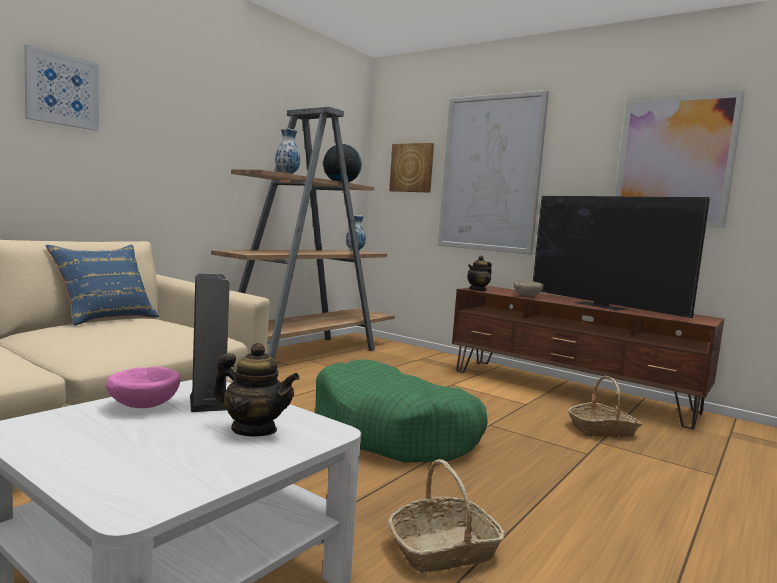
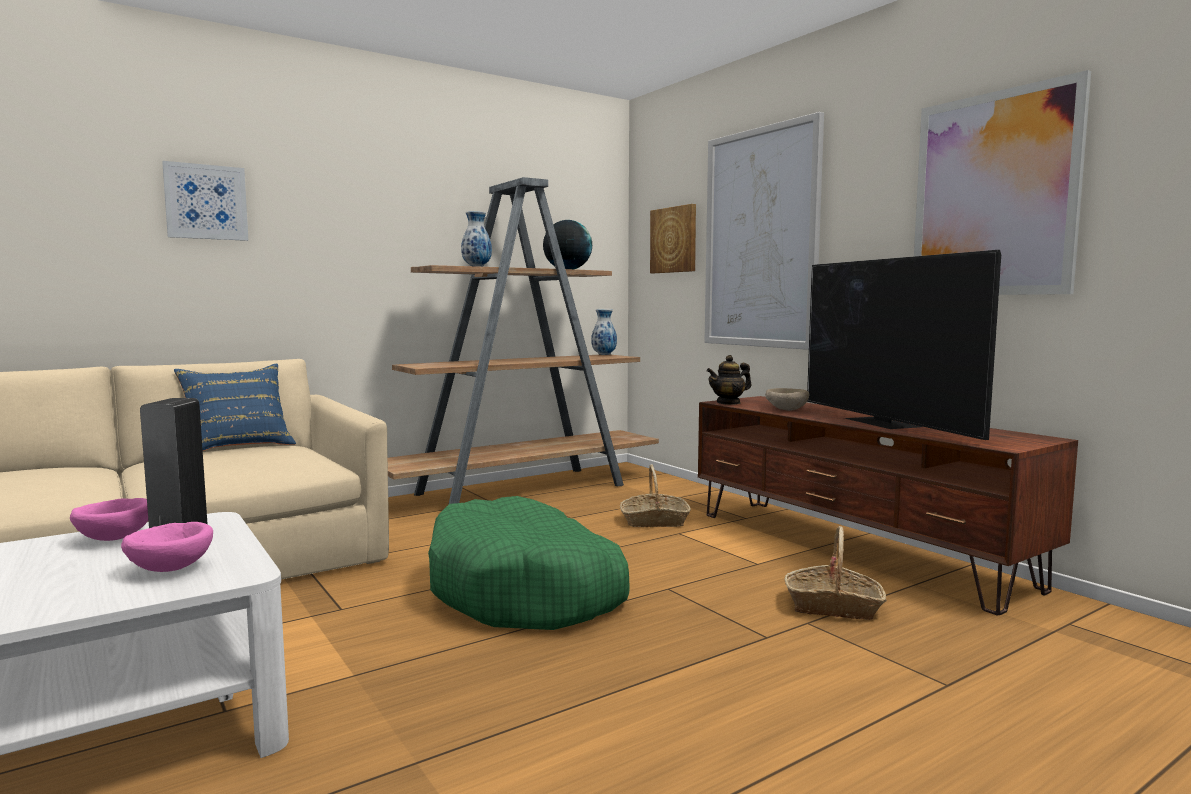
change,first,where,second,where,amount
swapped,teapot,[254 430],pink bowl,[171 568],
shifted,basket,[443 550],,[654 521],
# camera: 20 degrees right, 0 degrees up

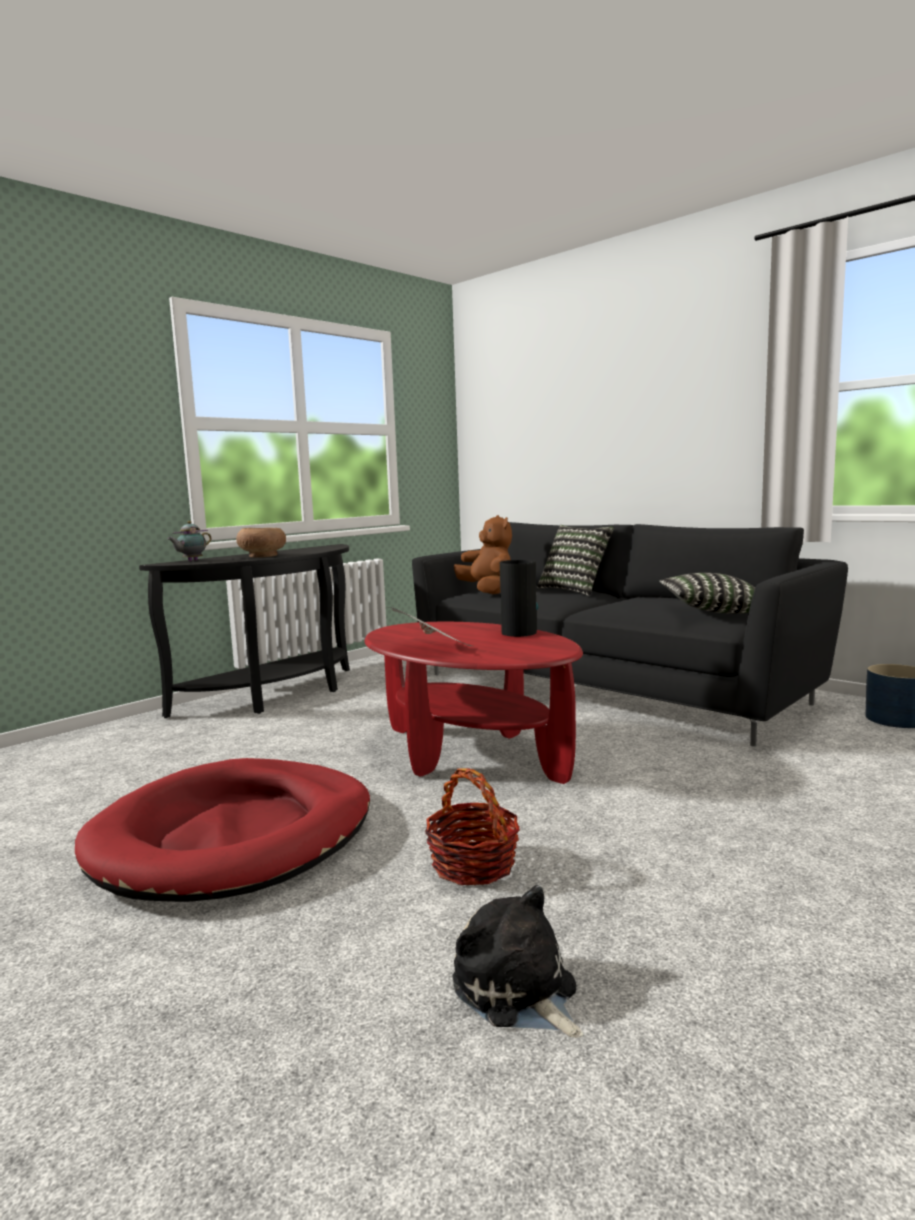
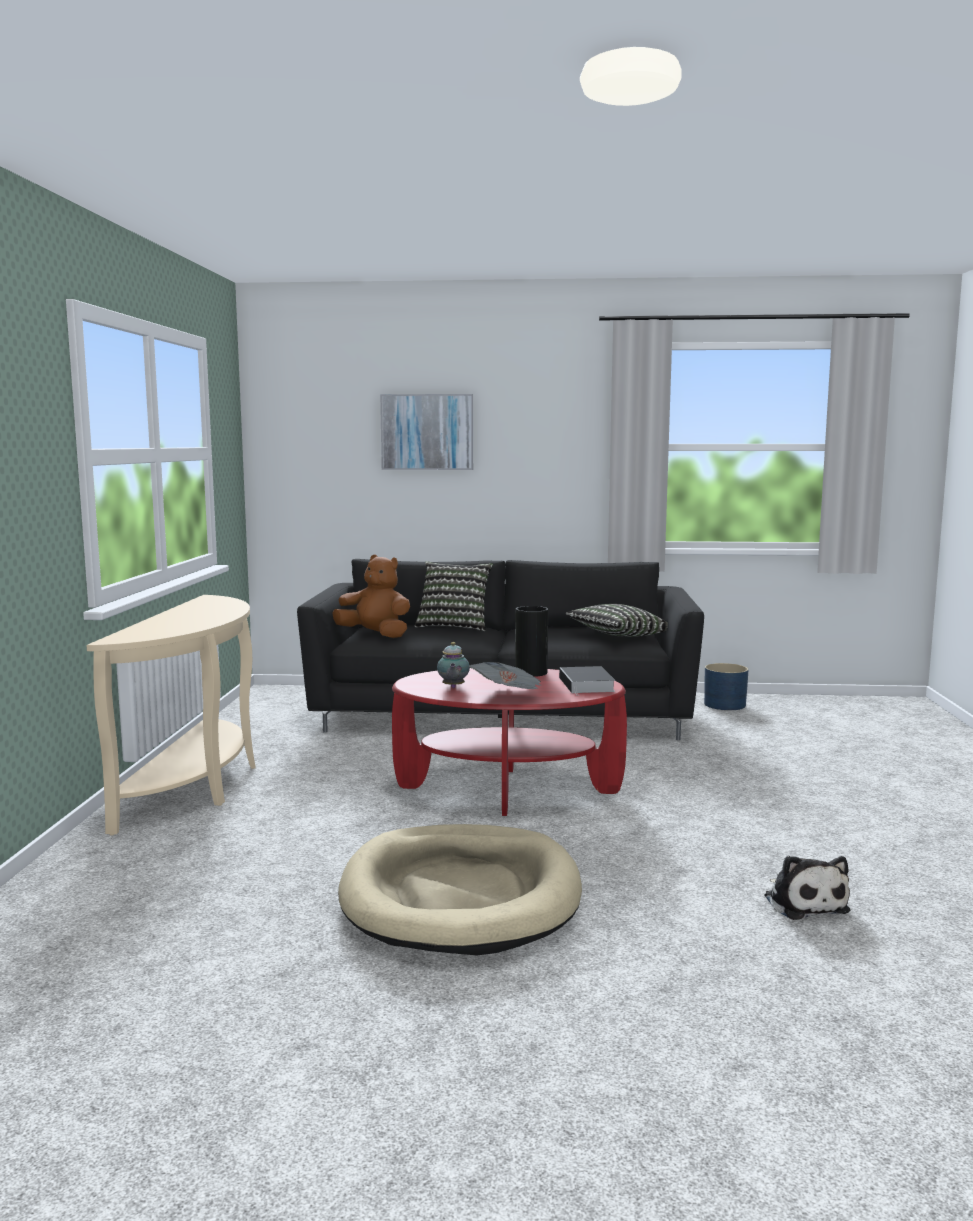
change,first,where,second,where,amount
repainted,red dog bed,[235 836],beige dog bed,[460 896],
repainted,black console table,[278 696],beige console table,[198 785],
shifted,teapot,[191 561],,[453 687],
gone,brown bowl,[263 556],,,
gone,basket,[473 865],,,
rotated,plush toy,[518 991],,[804 902],120 degrees counterclockwise
new,,,picture,[427 432],
new,,,book,[587 685],
# camera: 40 degrees left, 0 degrees up

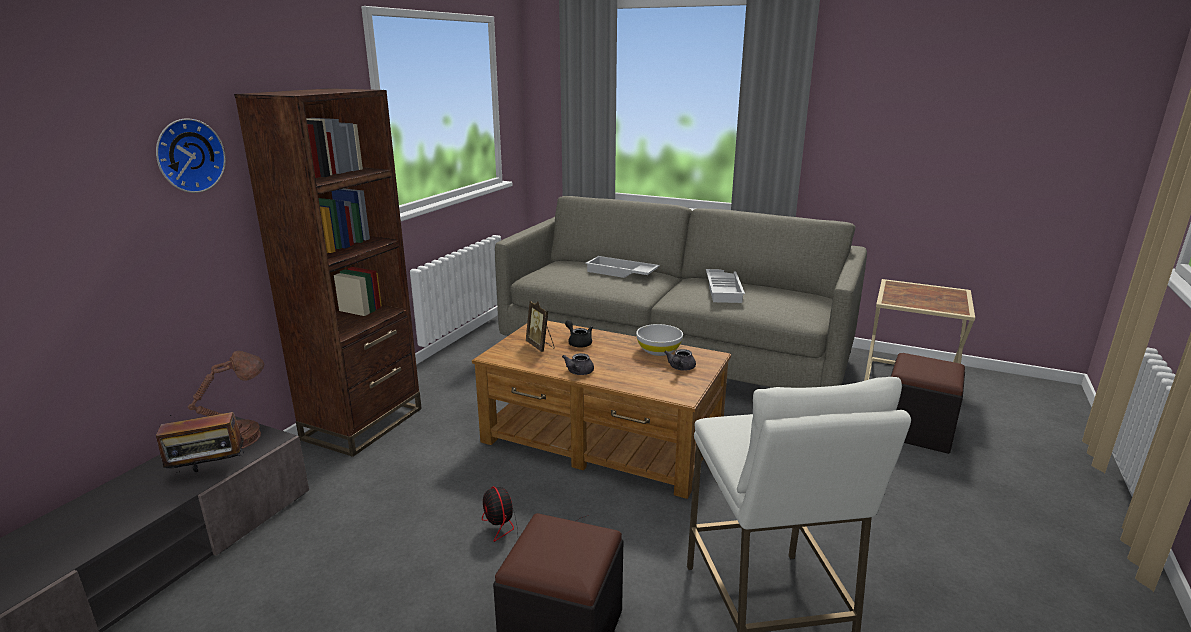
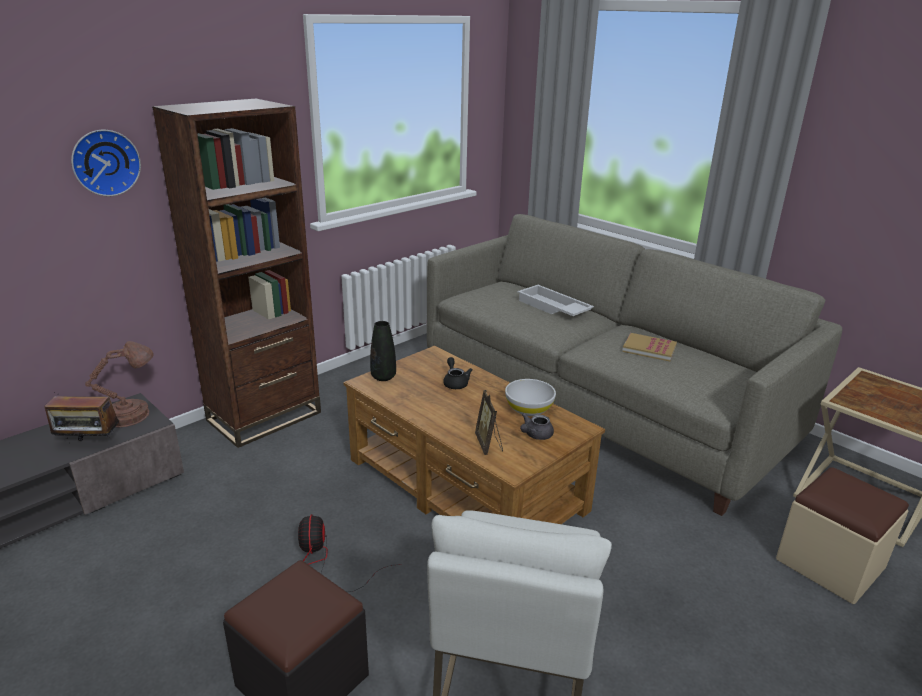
change,first,where,second,where,amount
shifted,picture frame,[540 346],,[489 444],
gone,grey teapot,[578 372],,,
swapped,white tray,[724 290],book,[649 349],
repainted,black ottoman,[916 430],beige ottoman,[830 563],
new,,,black vase,[383 377],
# camera: 20 degrees right, 5 degrees up

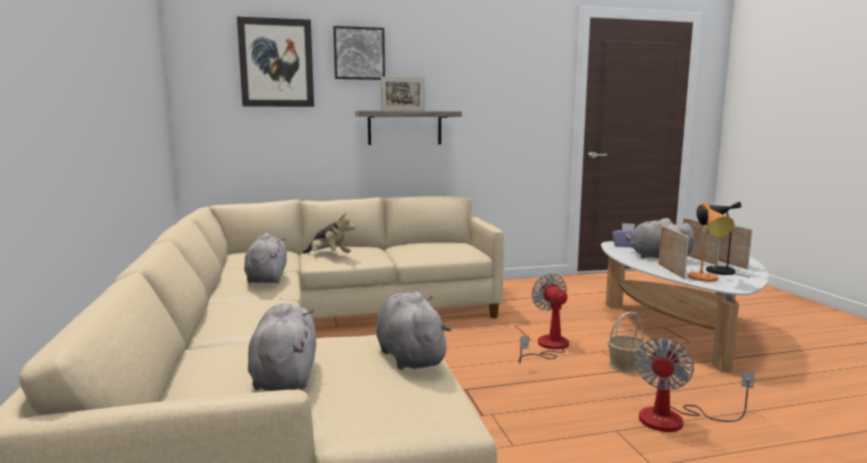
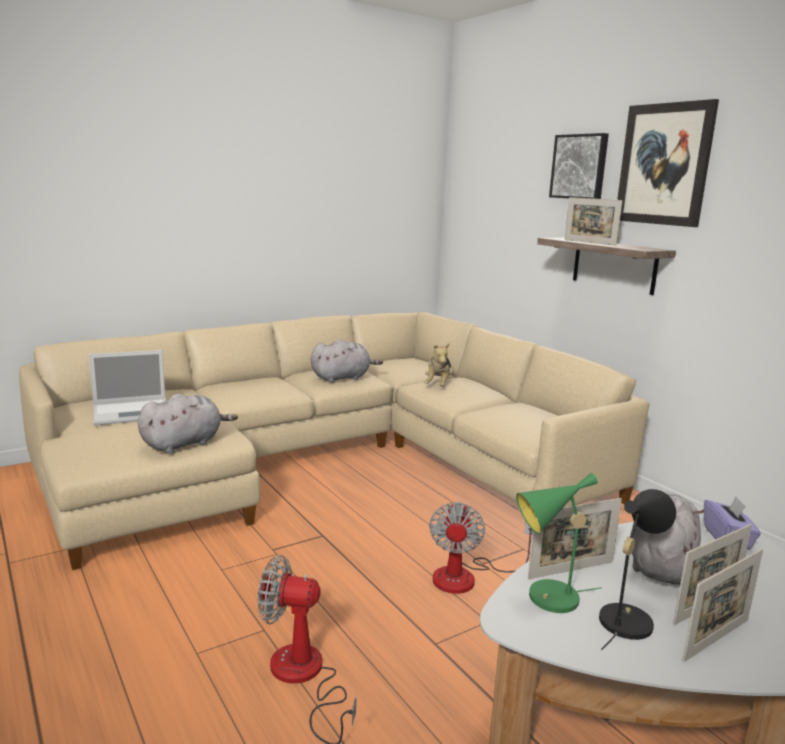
change,first,where,second,where,amount
shifted,picture,[276 63],,[664 164],
swapped,grey plush toy,[285 375],laptop,[133 412],
rotated,fan,[548 347],,[467 577],135 degrees clockwise
gone,basket,[626 366],,,
repainted,orange table lamp,[706 279],green table lamp,[547 600],
# camera: 70 degrees right, 5 degrees up

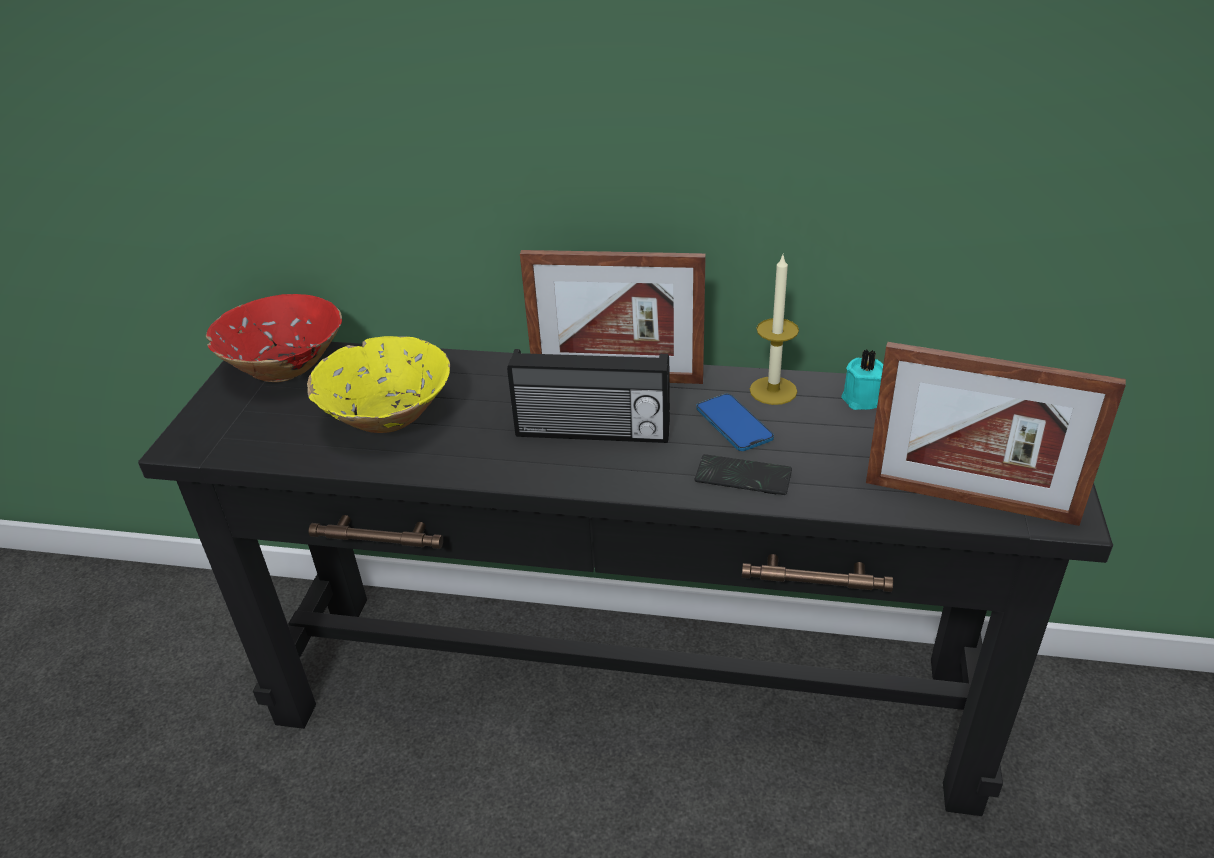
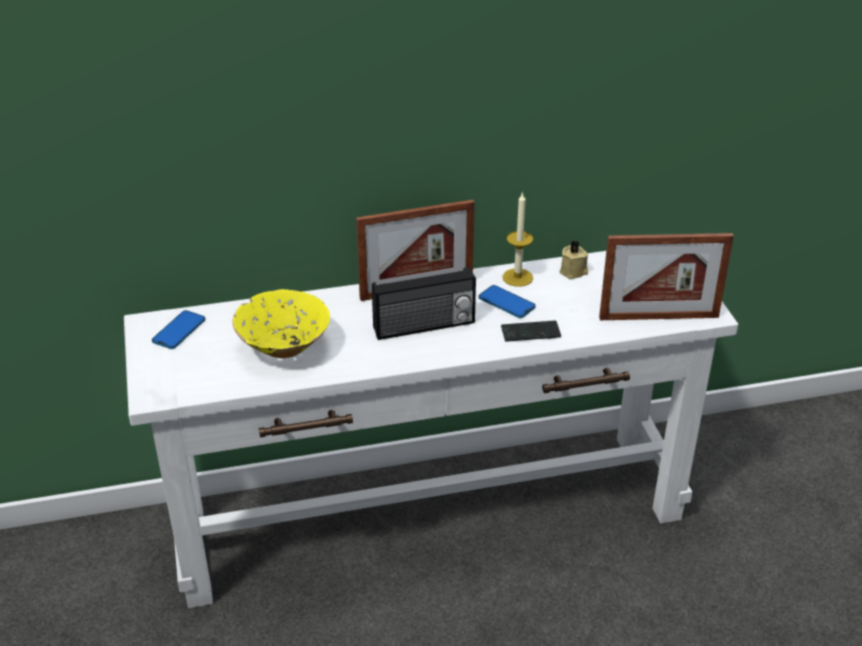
change,first,where,second,where,amount
repainted,black console table,[623 694],white console table,[430 516],
swapped,red bowl,[285 368],phone,[179 331],
repainted,turquoise candle,[865 400],beige candle,[574 272],
# camera: 25 degrees left, 0 degrees up

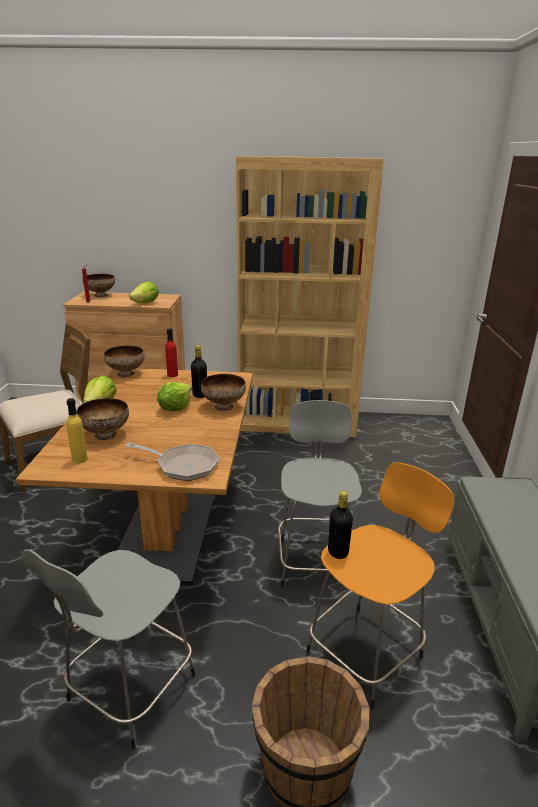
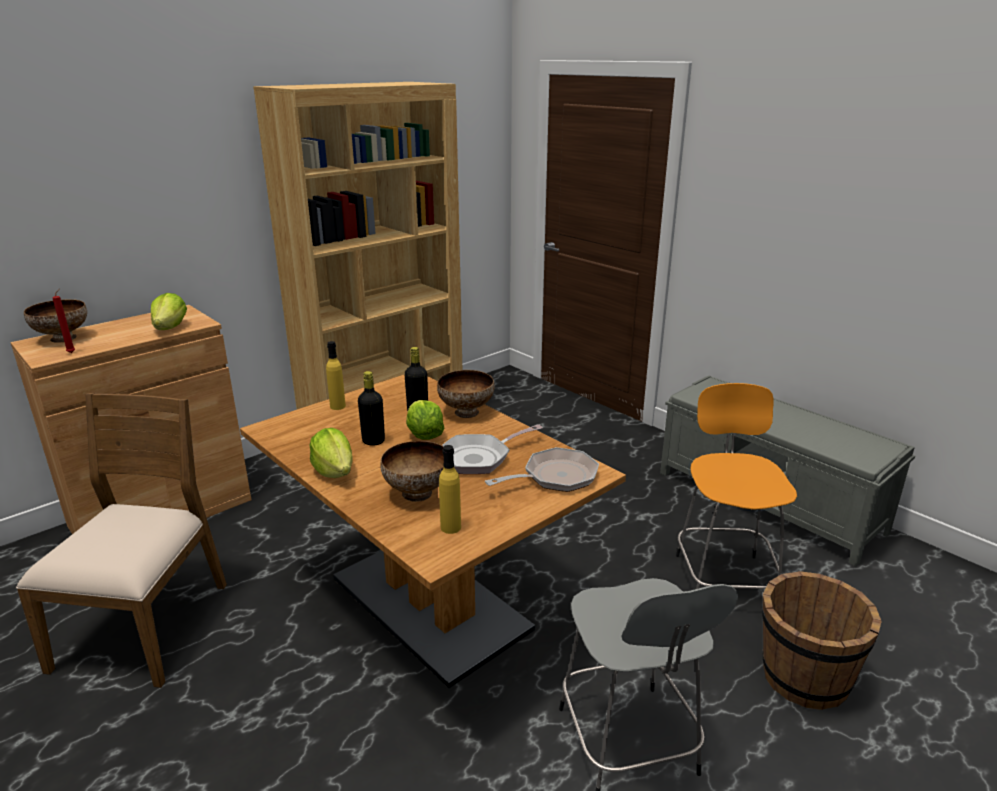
change,first,where,second,where,amount
gone,bowl,[126 373],,,
repainted,red bottle,[172 375],yellow bottle,[337 406],
gone,grey stool,[314 560],,,
shifted,black bottle,[338 552],,[373 441],
new,,,frying pan,[479 458],
# camera: 45 degrees left, 0 degrees up

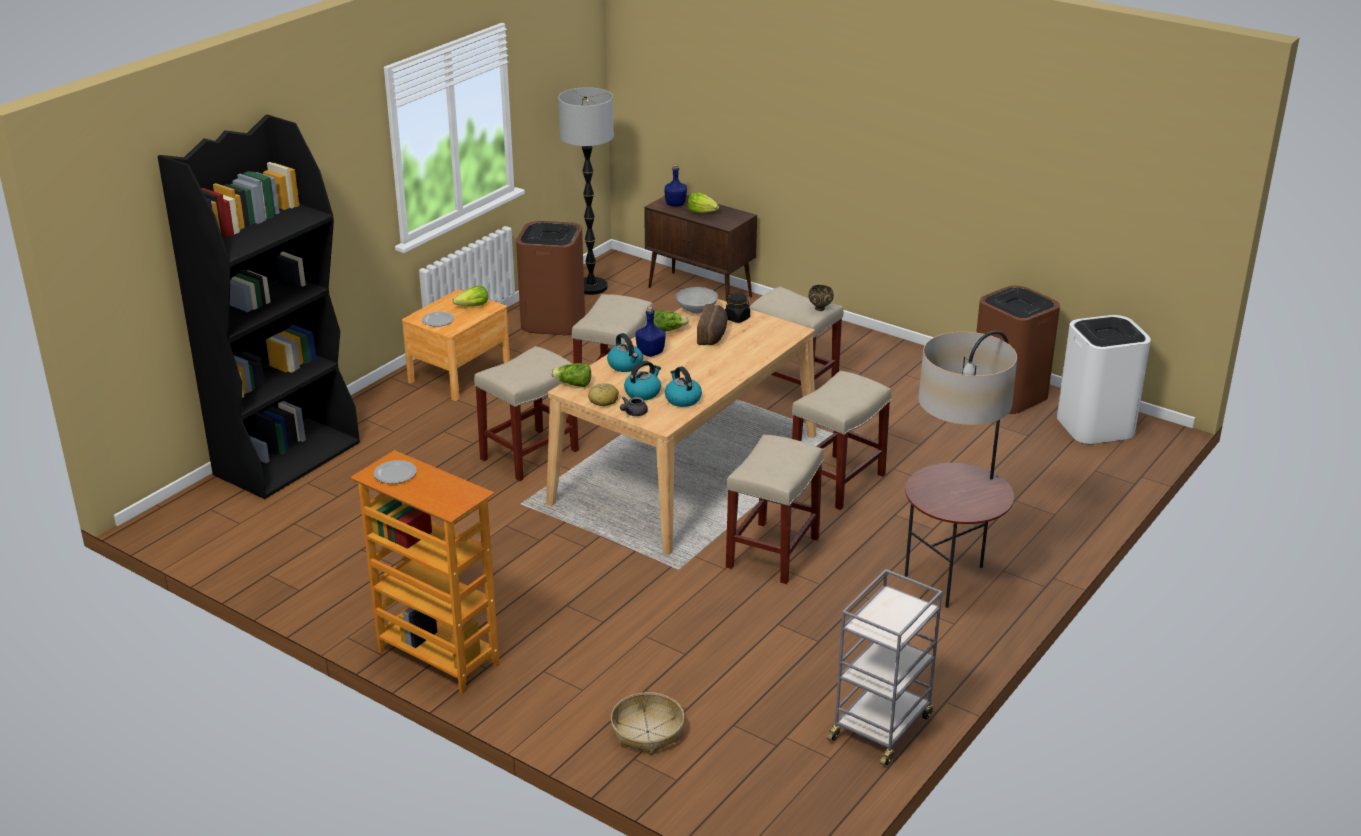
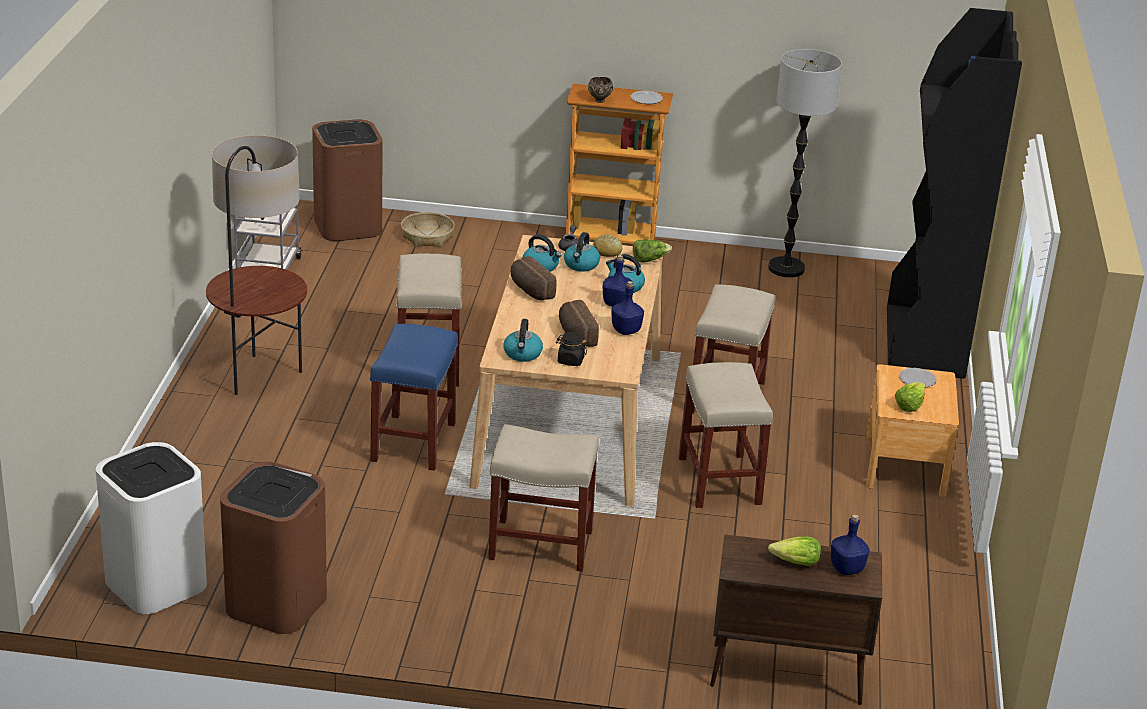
change,first,where,second,where,amount
shifted,brown trash can,[553 321],,[347 226],
shifted,floor lamp,[591 287],,[786 269],
swapped,lettuce,[667 330],blue bottle,[626 331],
gone,grey bowl,[696 311],,,
repainted,beige stool,[837 482],blue stool,[413 441],
shifted,brown bowl,[820 309],,[599 101],
new,,,kettle,[522 354],
new,,,bread,[530 290],
# camera: 150 degrees right, 0 degrees up

